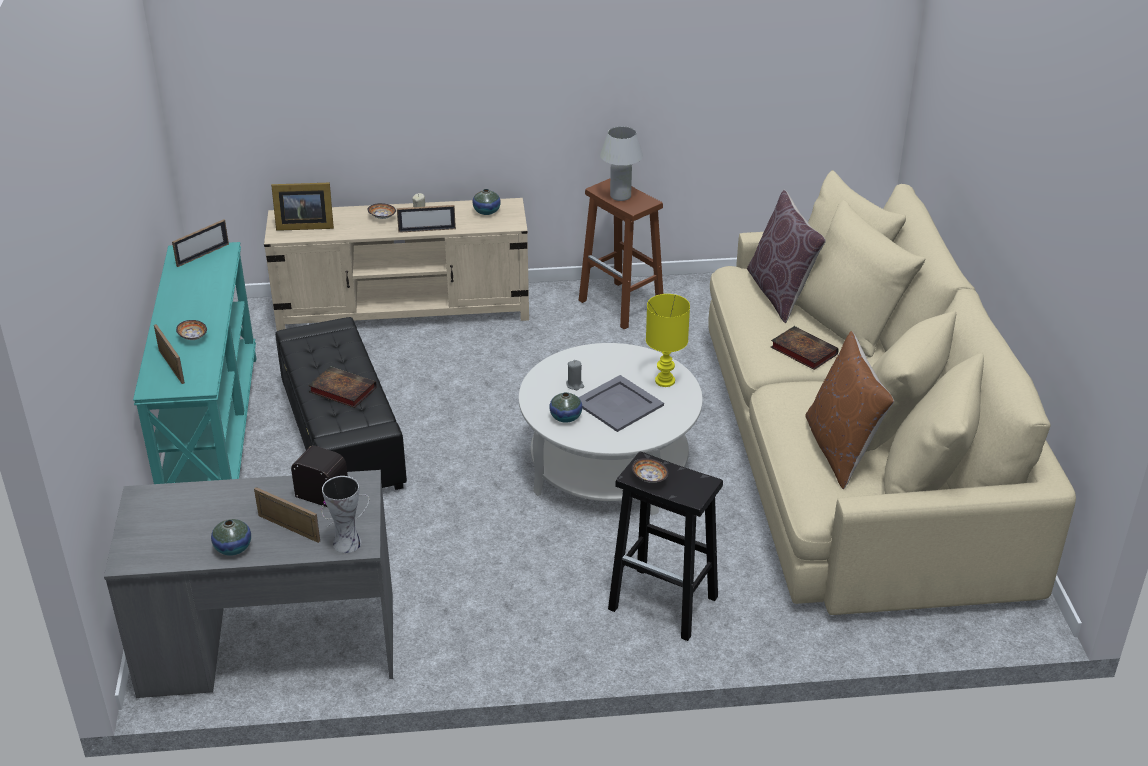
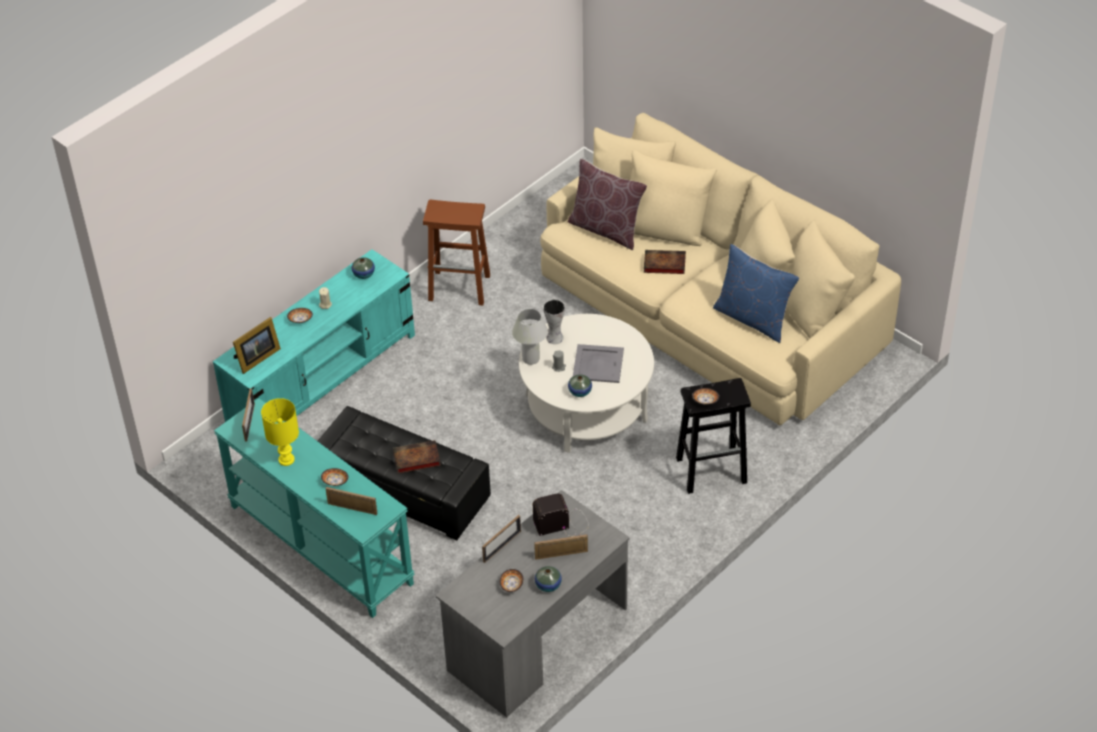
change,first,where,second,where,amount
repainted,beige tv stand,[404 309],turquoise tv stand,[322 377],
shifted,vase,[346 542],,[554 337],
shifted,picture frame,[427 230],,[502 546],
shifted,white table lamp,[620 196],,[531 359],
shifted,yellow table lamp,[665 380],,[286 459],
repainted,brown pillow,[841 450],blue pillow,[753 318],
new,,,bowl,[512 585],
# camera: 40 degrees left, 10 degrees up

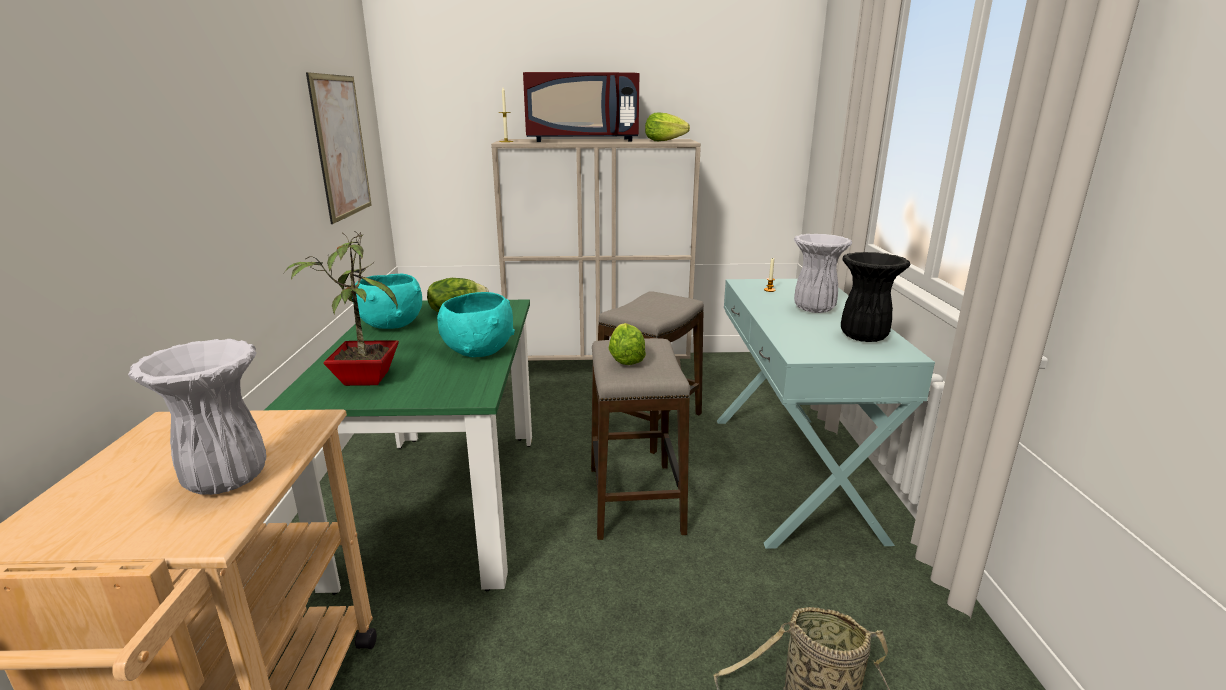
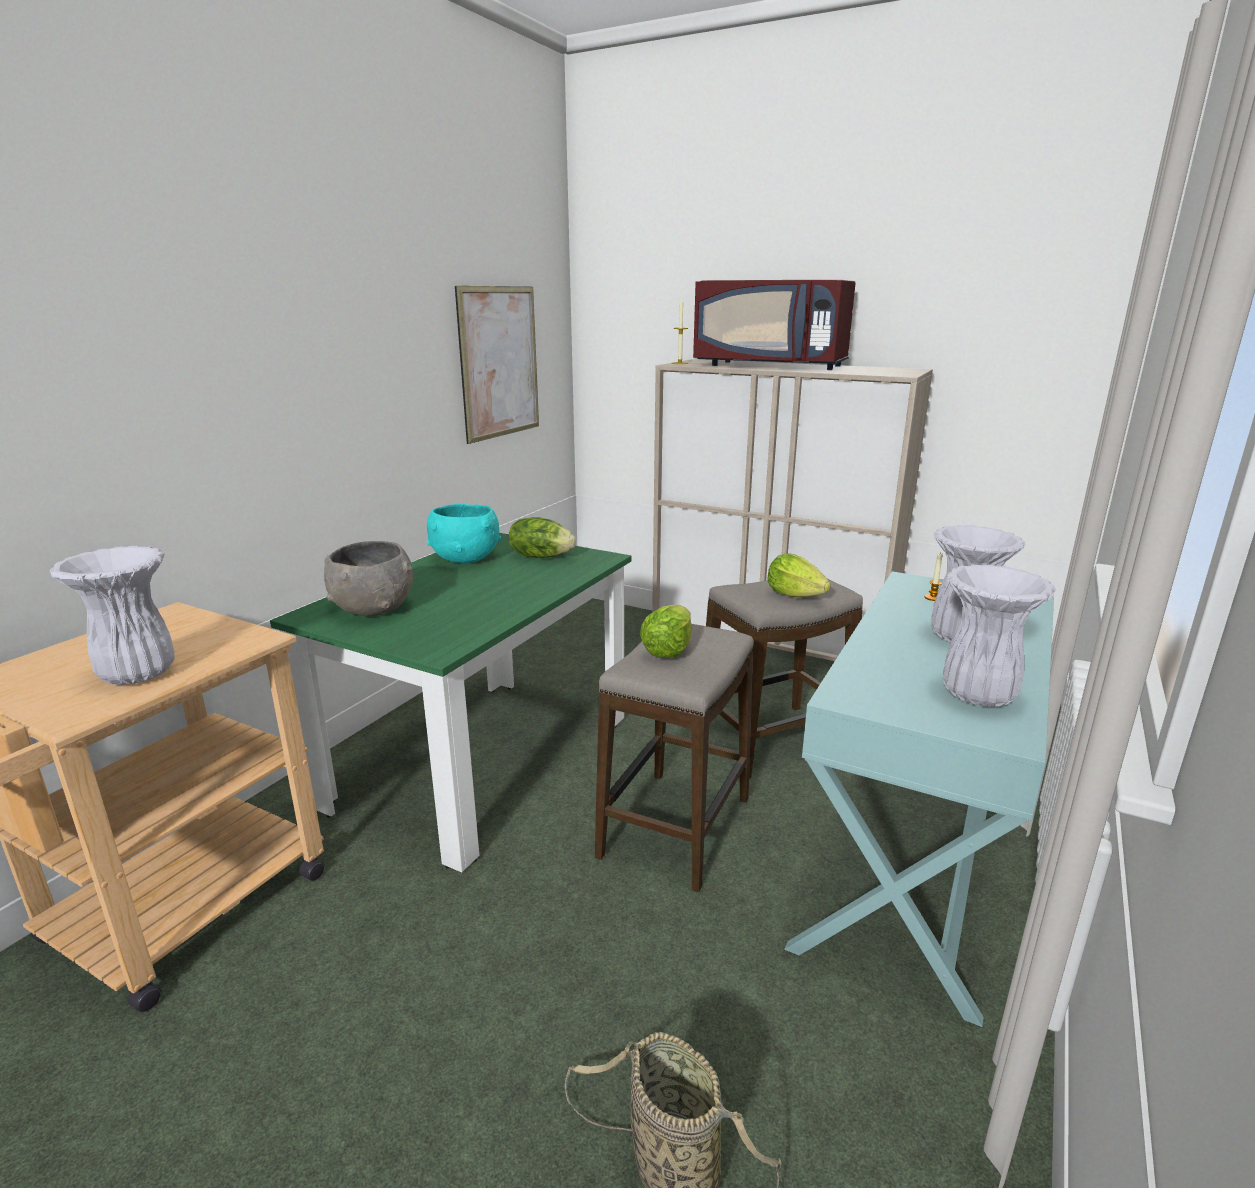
change,first,where,second,where,amount
swapped,potted plant,[363 379],grey bowl,[373 609],
gone,turquoise bowl,[478 351],,,
shifted,lettuce,[664 141],,[795 595],
repainted,black vase,[863 337],white vase,[976 696],
# camera: 30 degrees right, 0 degrees up

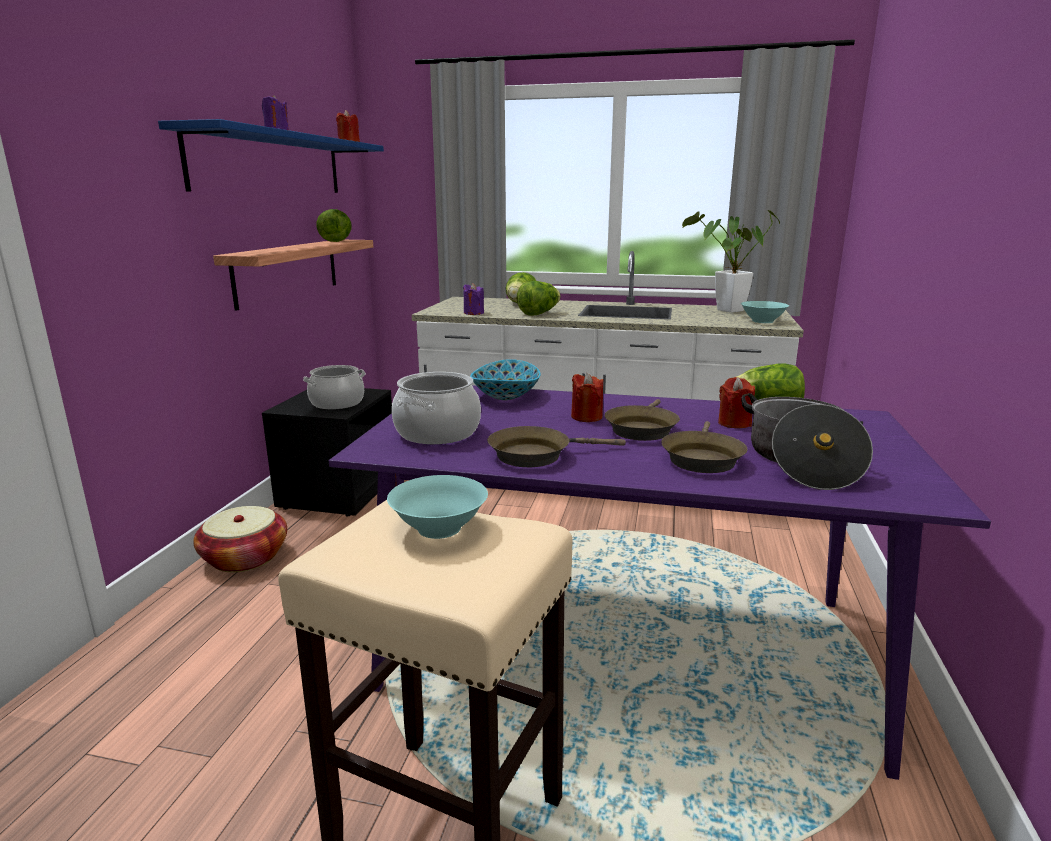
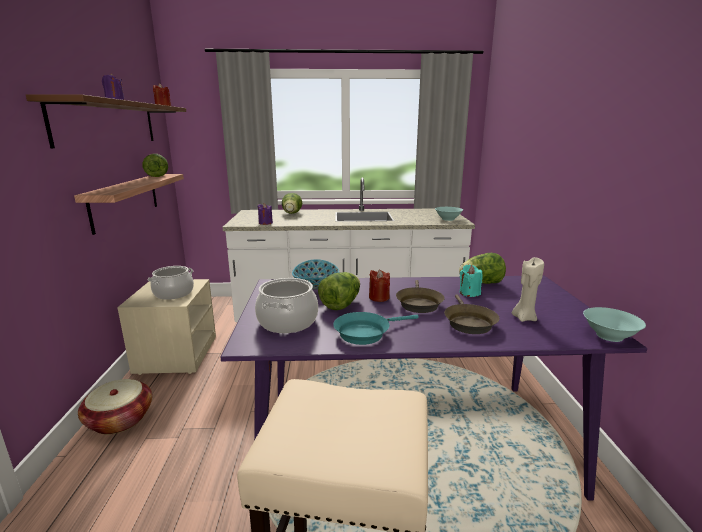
change,first,where,second,where,amount
repainted,blue shelf,[271 164],brown shelf,[109 123],
repainted,black nightstand,[338 491],beige nightstand,[176 354],
shifted,turquoise bowl,[439 527],,[608 335],
repainted,brown frying pan,[536 455],turquoise frying pan,[366 333],
shifted,lettuce,[539 313],,[341 304],
gone,potted plant,[725 311],,,
repainted,red candle,[734 423],turquoise candle,[469 293],
swapped,cooking pot,[800 461],beige candle,[524 318],
# camera: 15 degrees left, 0 degrees up

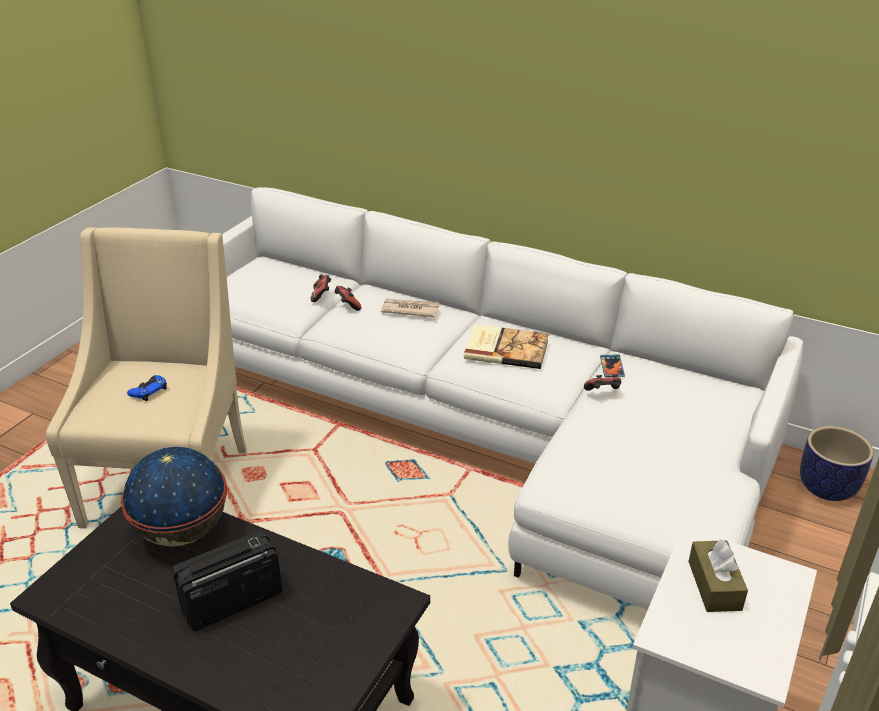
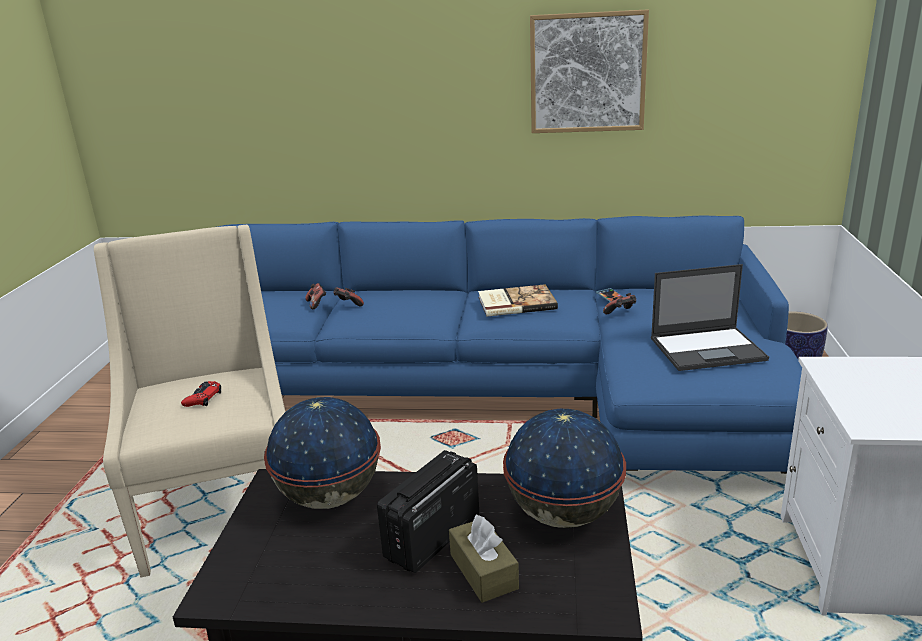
change,first,where,second,where,amount
repainted,blue game controller,[149 391],red game controller,[203 398],
repainted,white sofa,[485 431],blue sofa,[501 393],
gone,newspaper,[409 309],,,
shifted,brown tissue box,[714 585],,[483 571],
new,,,globe,[563 514],
new,,,picture,[587 73],
new,,,laptop,[708 349],
# camera: 20 degrees left, 10 degrees down

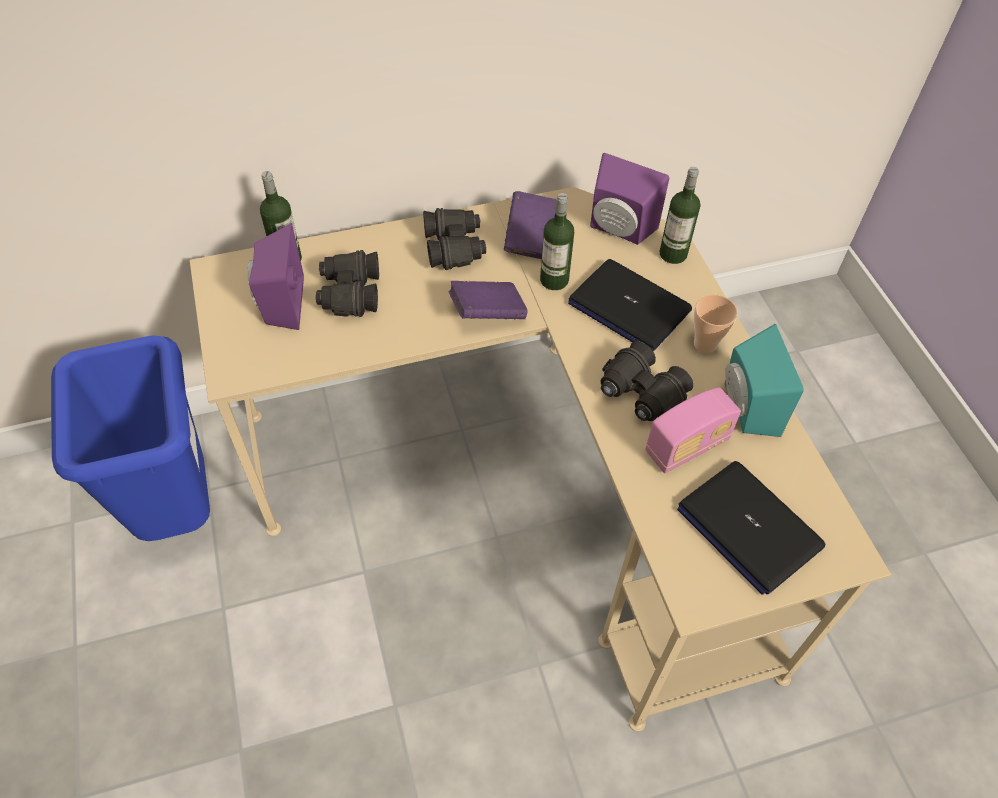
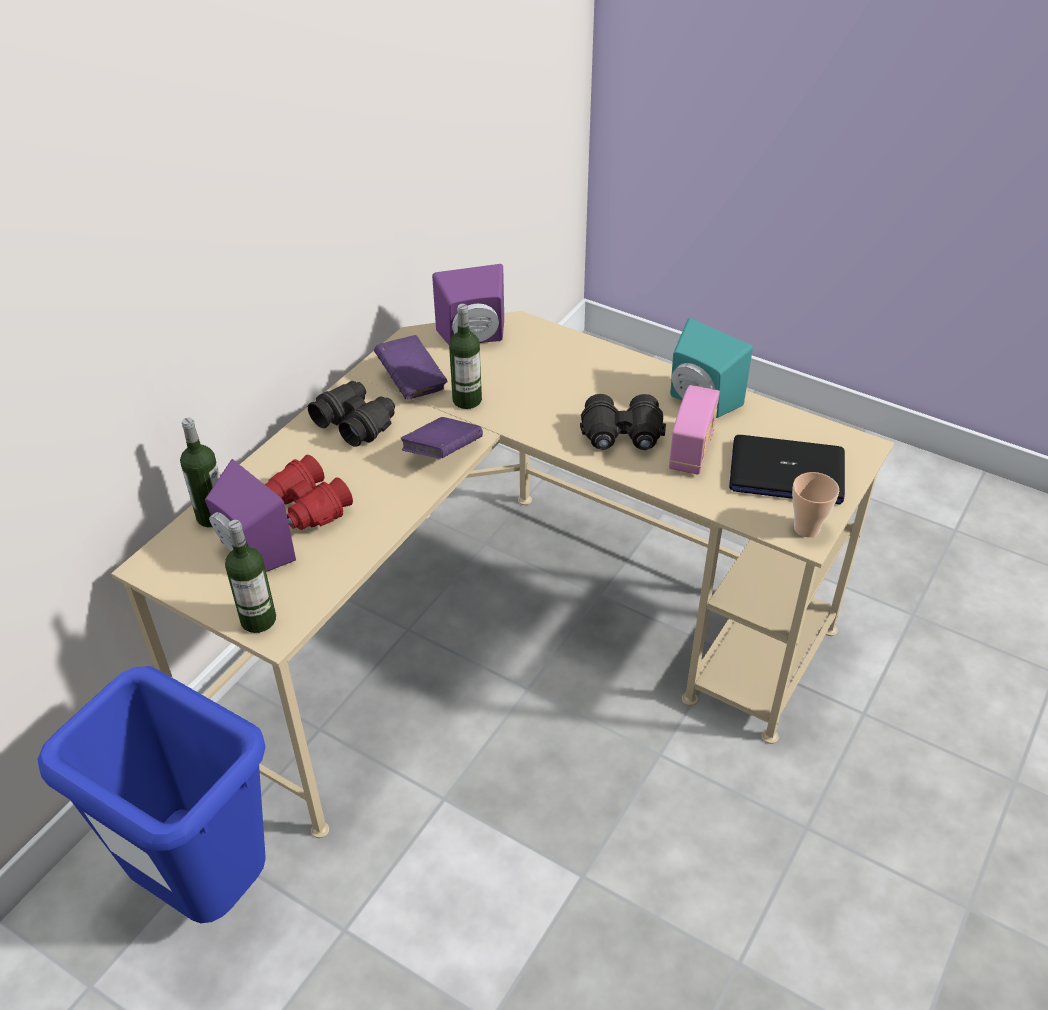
change,first,where,second,where,amount
repainted,black binoculars,[349 293],red binoculars,[306 507],
gone,laptop,[628 307],,,
shifted,bottle,[673 254],,[258 619],
shifted,cup,[705 344],,[806 528],
# camera: 40 degrees left, 10 degrees down

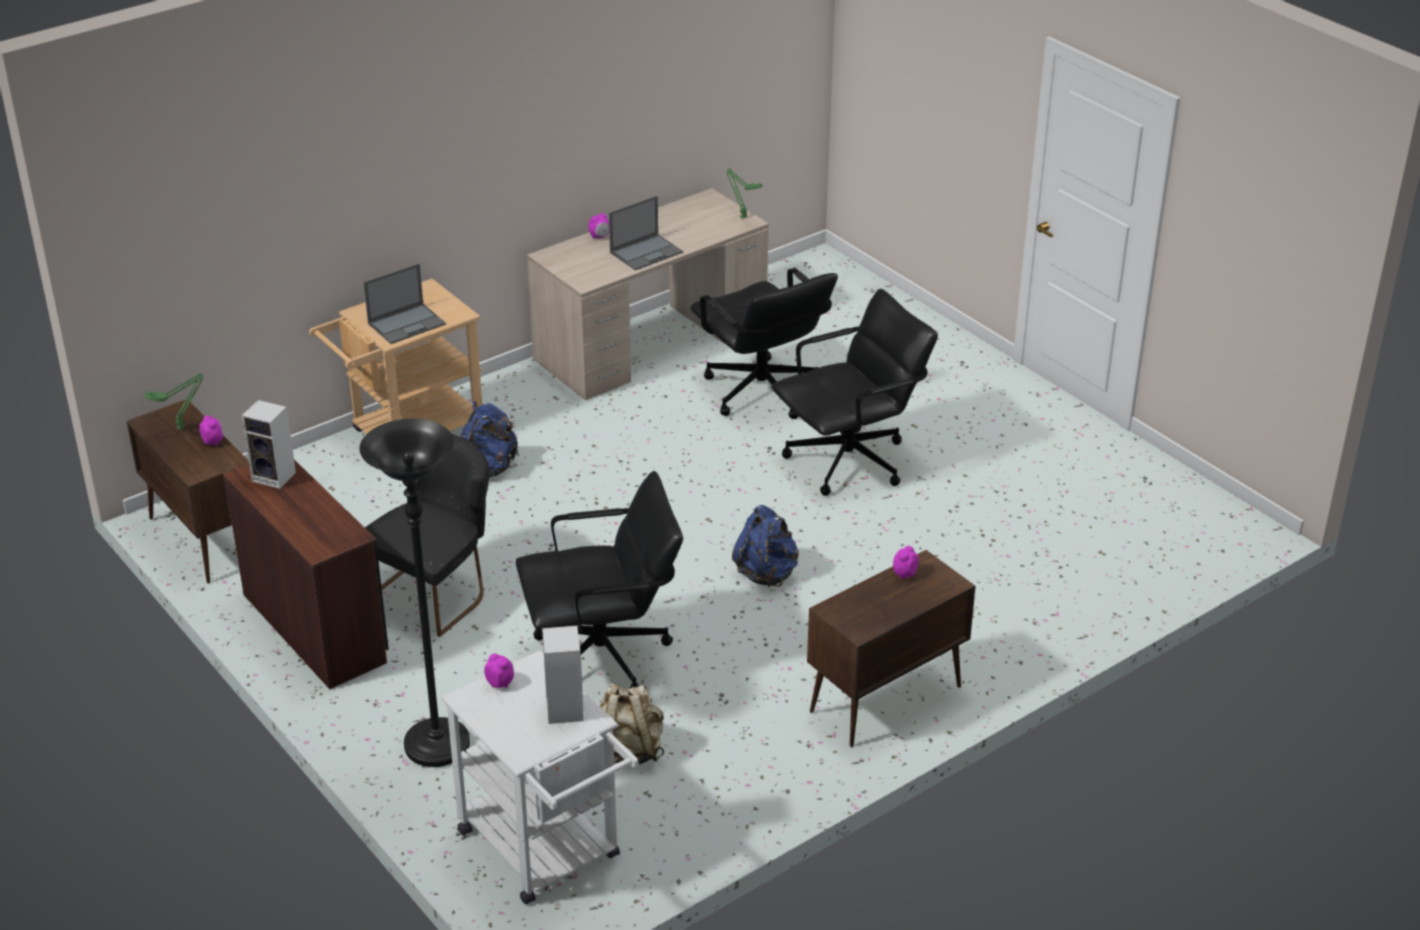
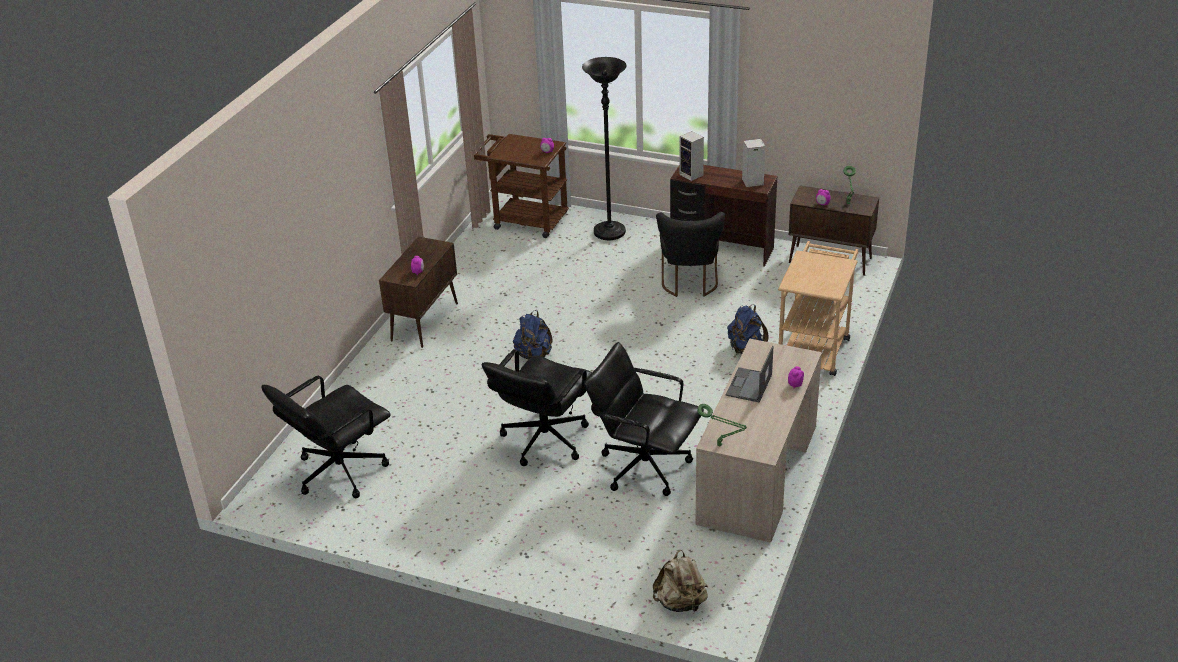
change,first,where,second,where,amount
gone,laptop,[407 323],,,
repainted,white cart,[547 852],brown cart,[524 220],
shifted,black office chair,[603 656],,[339 471],
shifted,speaker,[563 708],,[692 175],
shifted,beige backpack,[629 749],,[681 603],
# camera: 150 degrees right, 0 degrees up

